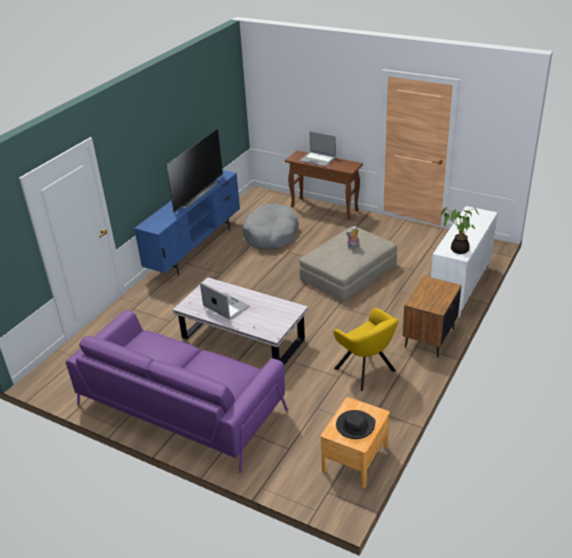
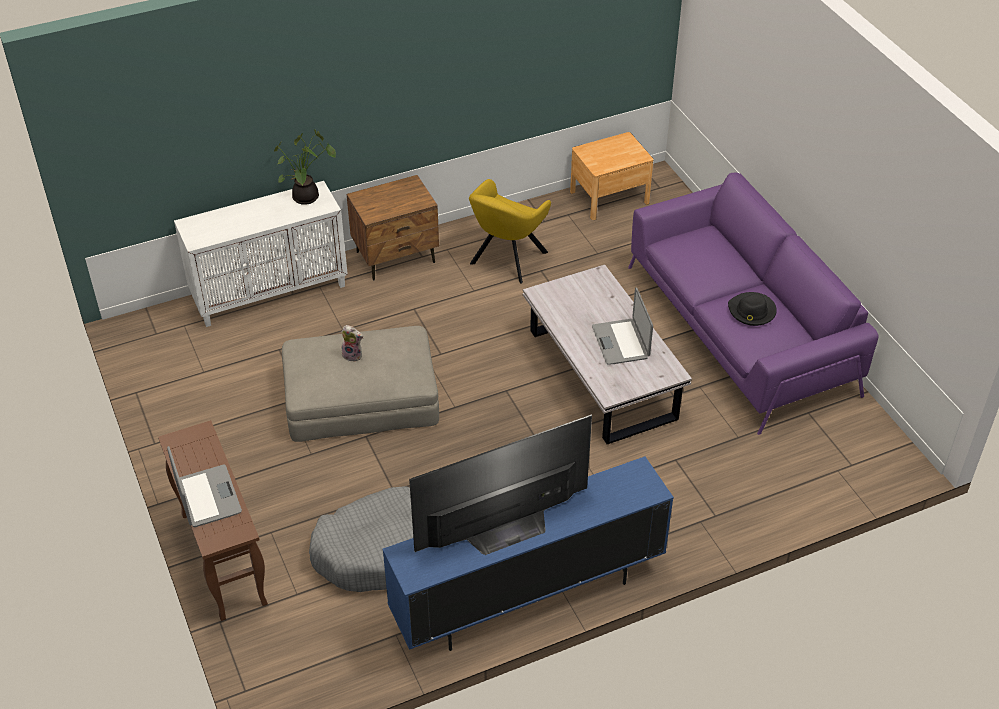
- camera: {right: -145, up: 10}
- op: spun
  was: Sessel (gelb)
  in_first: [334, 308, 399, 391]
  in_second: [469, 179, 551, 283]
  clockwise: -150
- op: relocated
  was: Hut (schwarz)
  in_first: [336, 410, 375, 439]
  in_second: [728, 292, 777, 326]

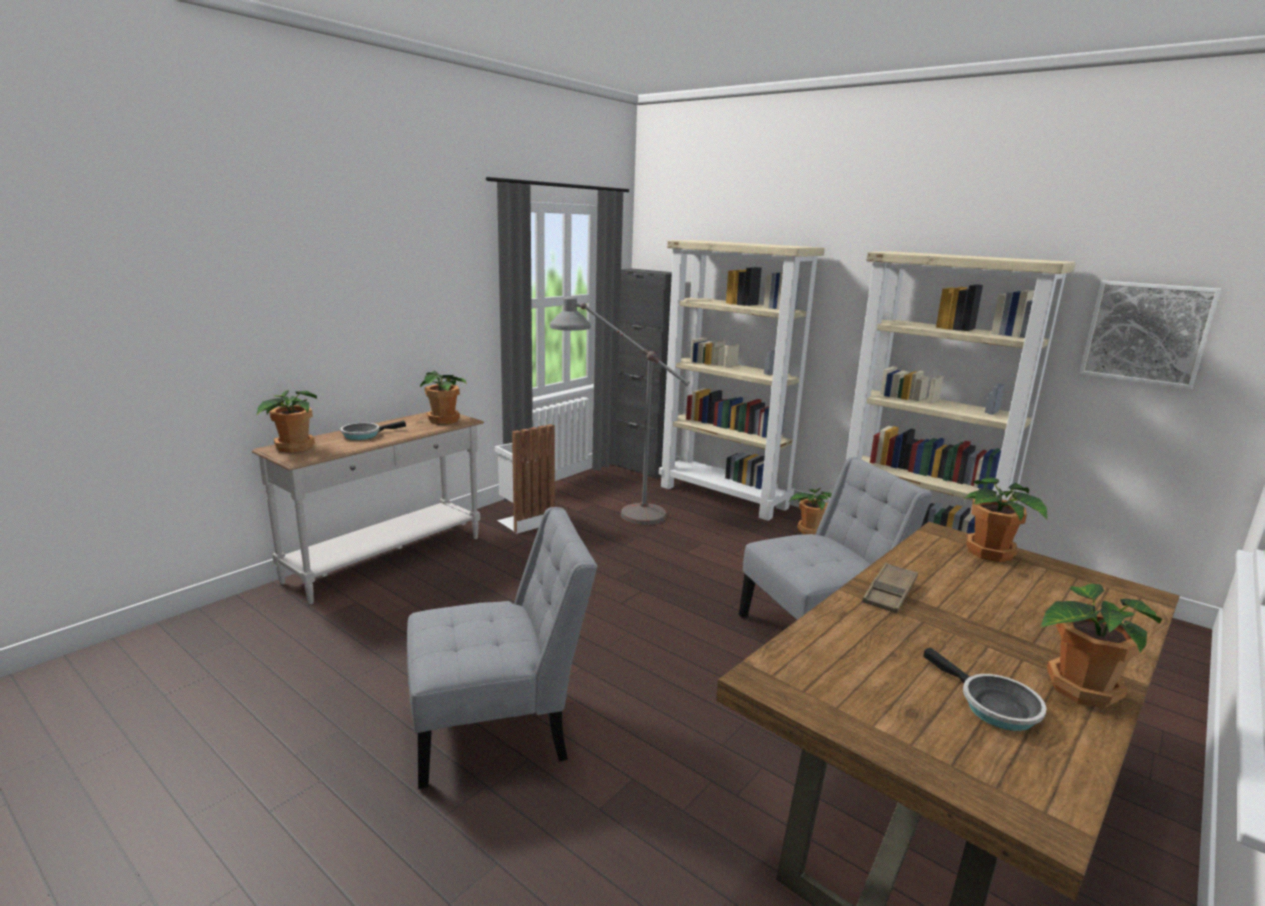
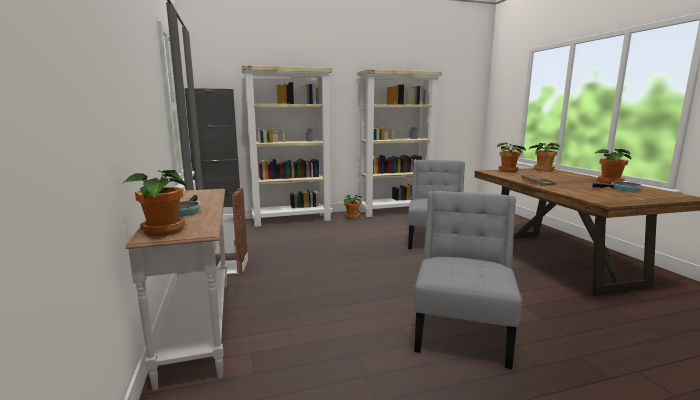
- camera: {right: -55, up: -5}
- op: relocated
  was: Topfpflanze
  in_first: [420, 371, 467, 425]
  in_second: [528, 143, 560, 172]
- op: missing
  was: Stehlampe (grau)
  in_first: [550, 296, 690, 525]
- op: missing
  was: Bild
  in_first: [1080, 281, 1221, 389]

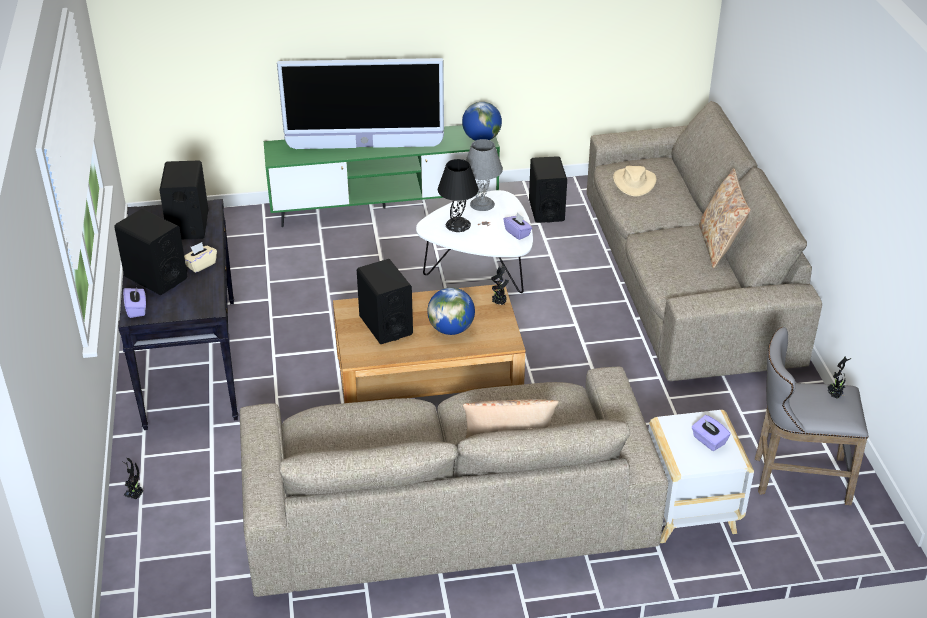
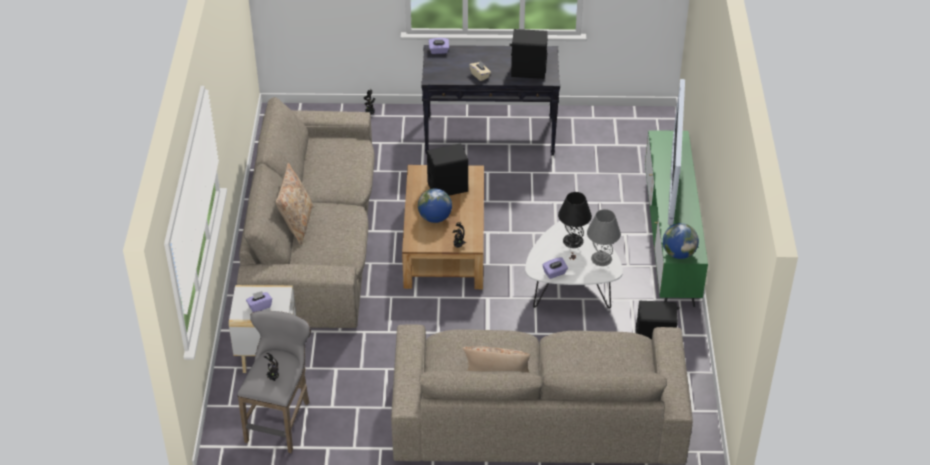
- camera: {right: 100, up: 5}
- op: missing
  was: Lautsprecher (schwarz)
  in_first: [114, 209, 187, 295]
- op: missing
  was: Hut (beige)
  in_first: [613, 166, 657, 196]

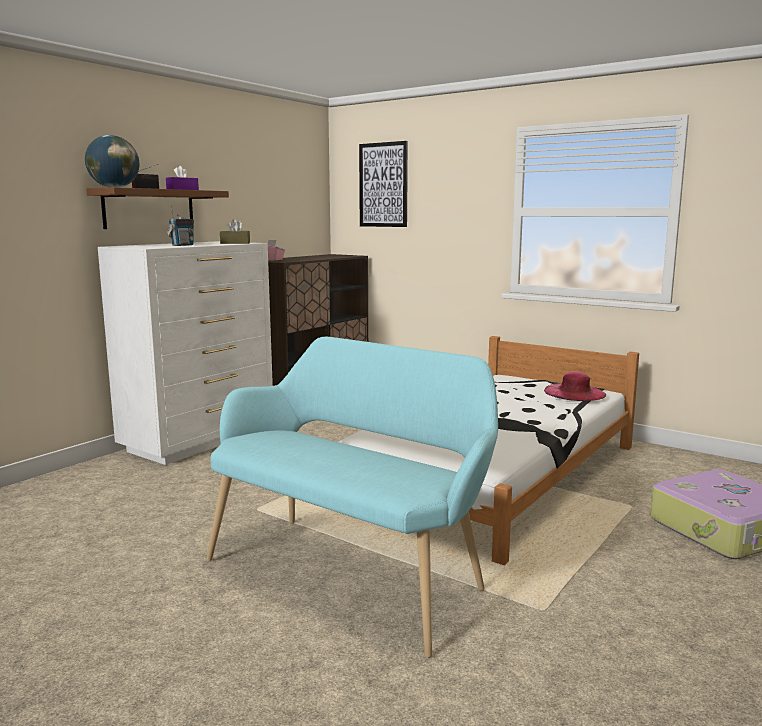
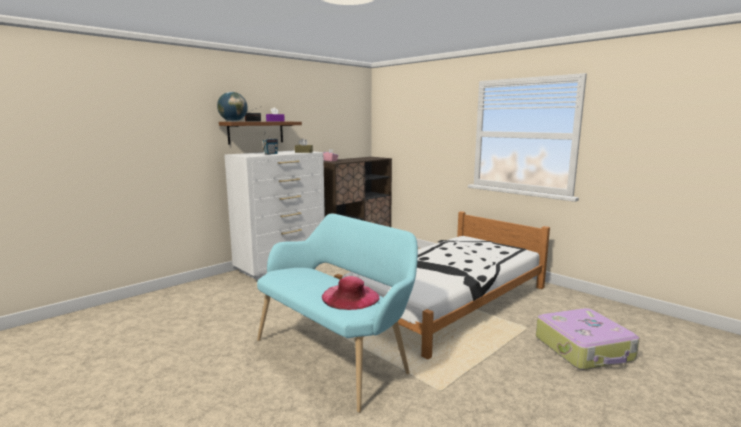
- camera: {right: 10, up: 0}
- op: missing
  was: Bild
  in_first: [359, 141, 408, 227]
- op: relocated
  was: Hut (rosa)
  in_first: [544, 371, 606, 401]
  in_second: [322, 276, 380, 310]

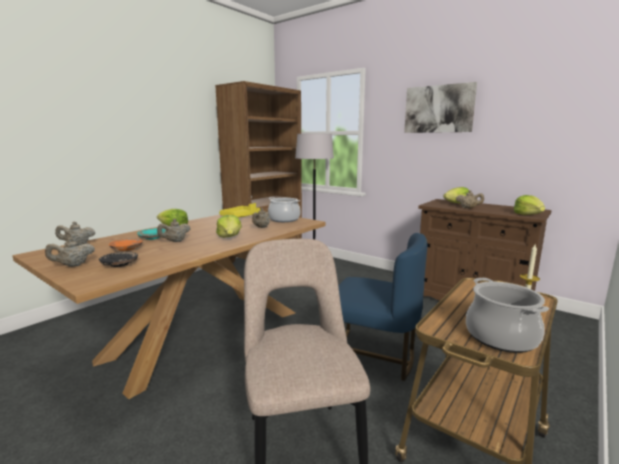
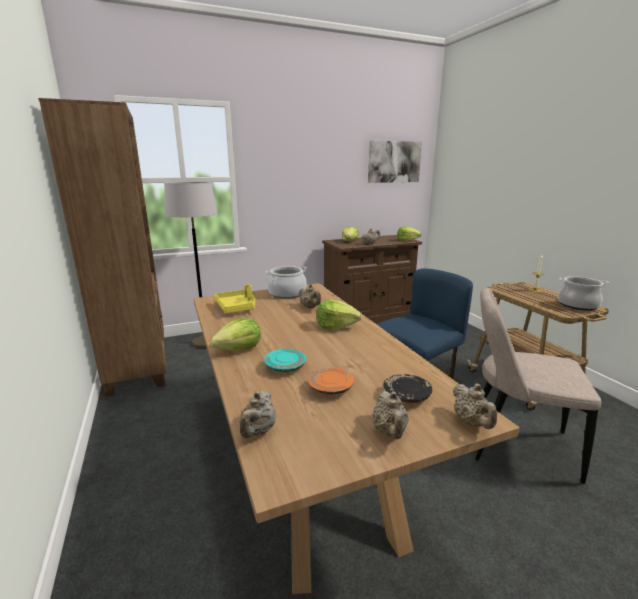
- camera: {right: -60, up: 5}
- op: relocated
  was: Teekanne (beige)
  in_first: [157, 219, 191, 242]
  in_second: [453, 383, 497, 429]
- op: relocated
  was: Bild
  in_first: [404, 82, 477, 133]
  in_second: [368, 141, 422, 183]

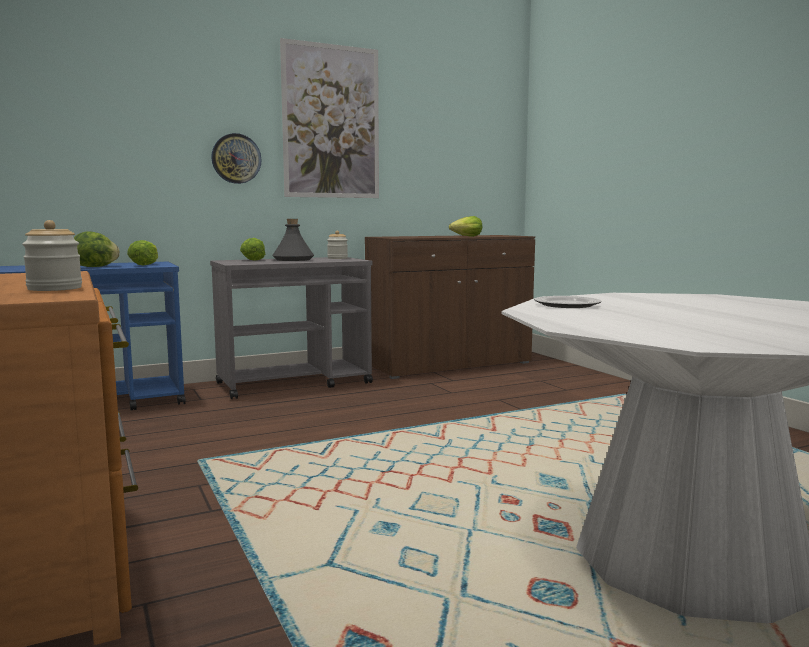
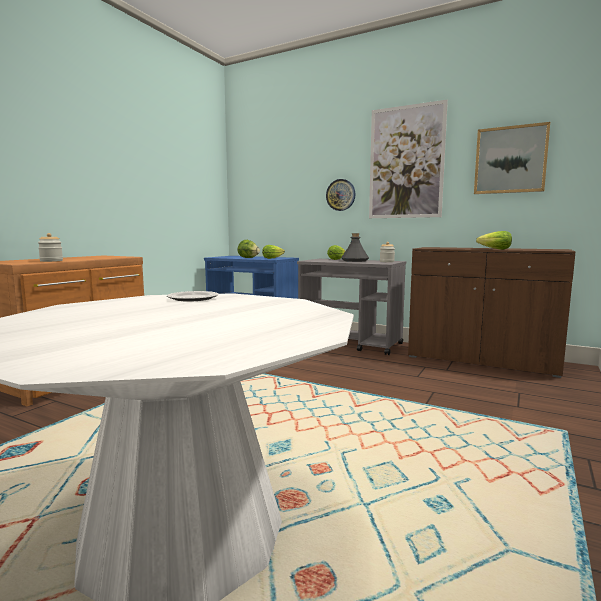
- camera: {right: 55, up: 0}
- op: appeared
  now: Bild
  in_second: [474, 122, 550, 194]

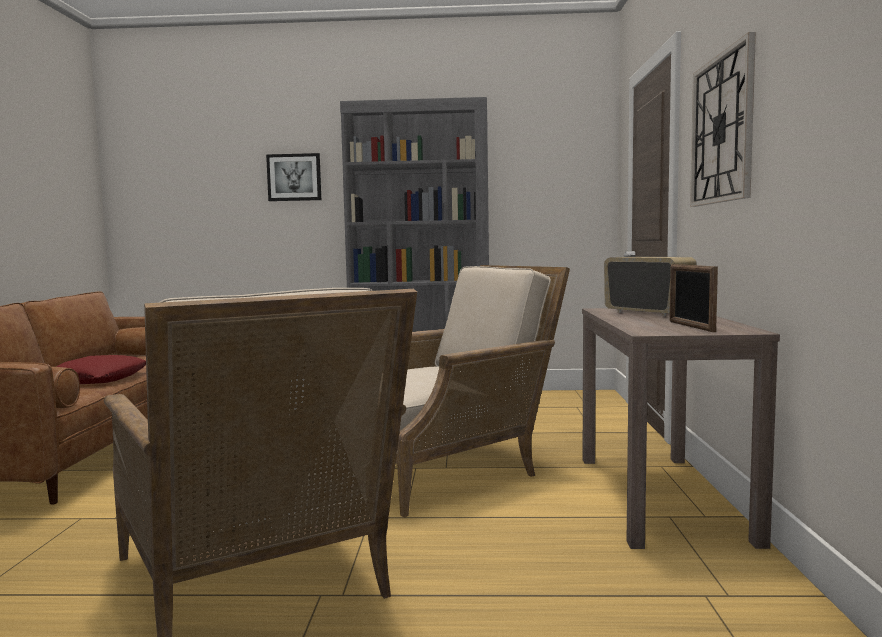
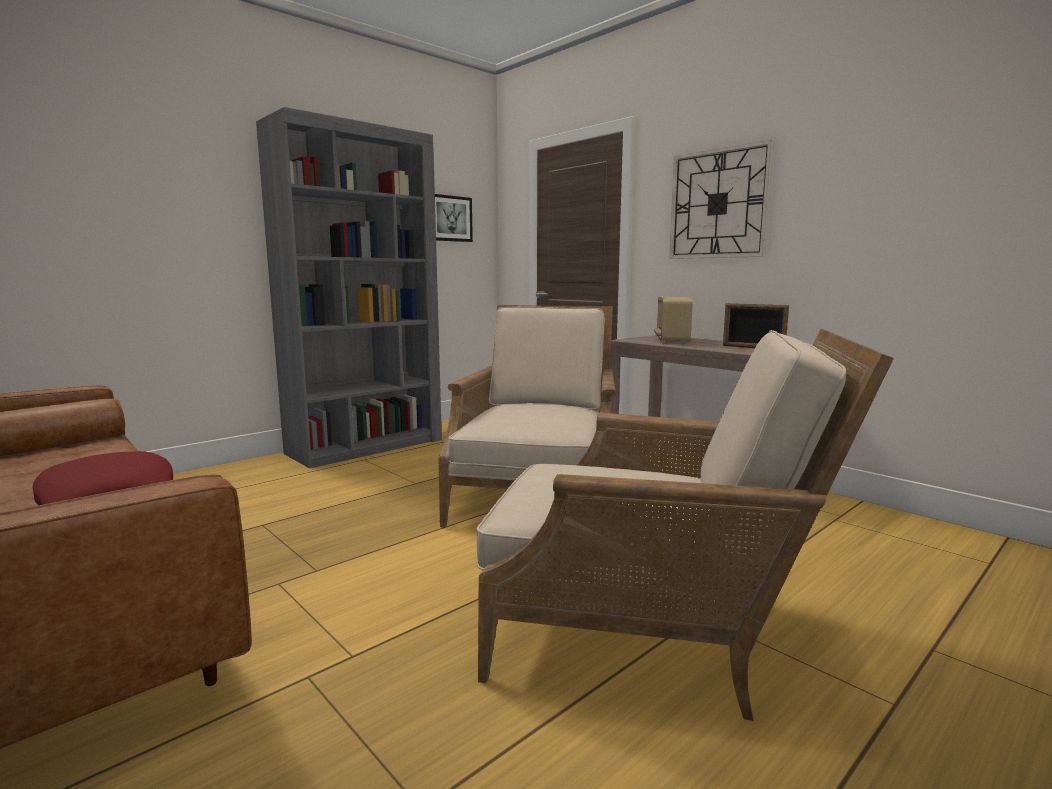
- camera: {right: -45, up: 5}
- op: relocated
  was: Bild
  in_first: [266, 153, 321, 201]
  in_second: [435, 194, 473, 242]
- op: spun
  was: Radio
  in_first: [604, 257, 697, 316]
  in_second: [654, 297, 693, 344]
  clockwise: -90

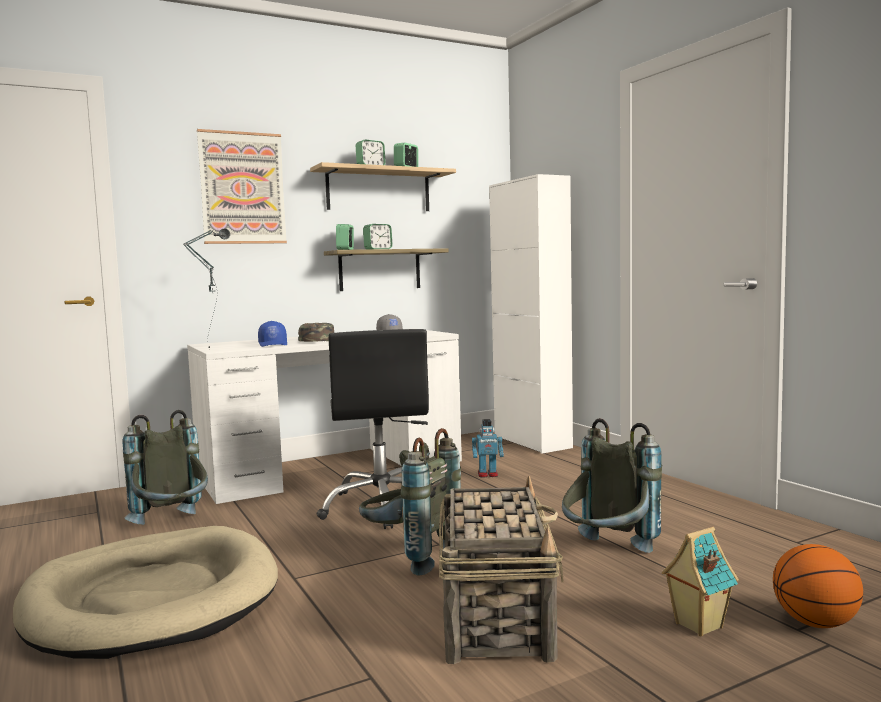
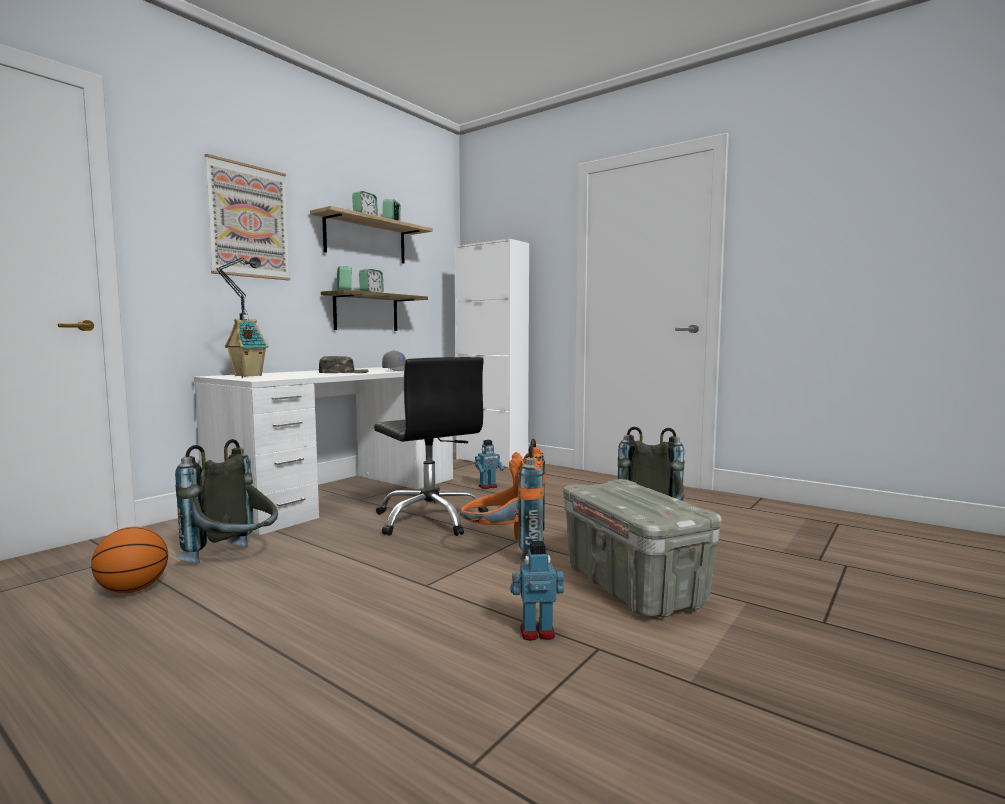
- camera: {right: -25, up: 0}
- op: missing
  was: Hundebett (beige)
  in_first: [13, 526, 278, 659]
- op: missing
  was: Kappe (blau)
  in_first: [258, 321, 287, 347]
- op: colour
  was: Rucksack (grau)
  now: Rucksack (orange)
  in_first: [359, 428, 461, 576]
  in_second: [460, 439, 546, 564]
- op: exchanged
  was: Korb
  now: Aufbewahrungsbox (grau)
  in_first: [439, 476, 564, 664]
  in_second: [563, 479, 721, 618]
- op: relocated
  was: Spielzeughaus
  in_first: [661, 527, 739, 637]
  in_second: [225, 319, 269, 377]
- op: relocated
  was: Basketball
  in_first: [773, 544, 863, 628]
  in_second: [91, 527, 168, 593]
- op: appeared
  now: Spielzeugroboter
  in_second: [510, 541, 564, 641]

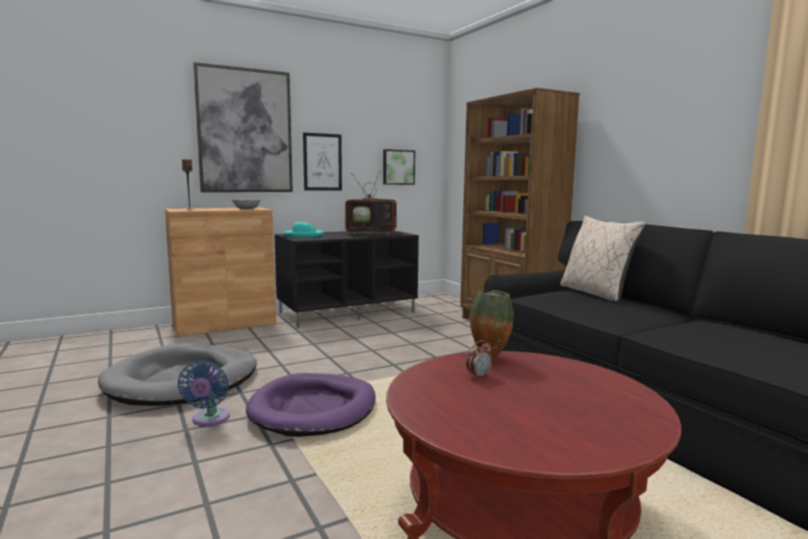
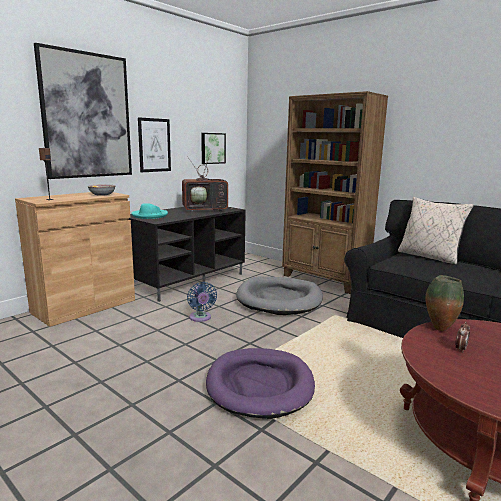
- camera: {right: -20, up: 5}
- op: relocated
  was: Hundebett (grau)
  in_first: [98, 343, 257, 406]
  in_second: [236, 276, 323, 315]
- op: relocated
  was: Ventilator (blau)
  in_first: [178, 361, 230, 426]
  in_second: [187, 282, 217, 322]

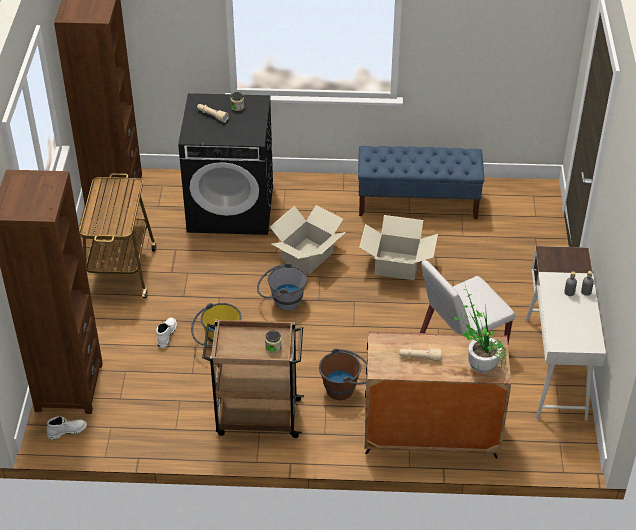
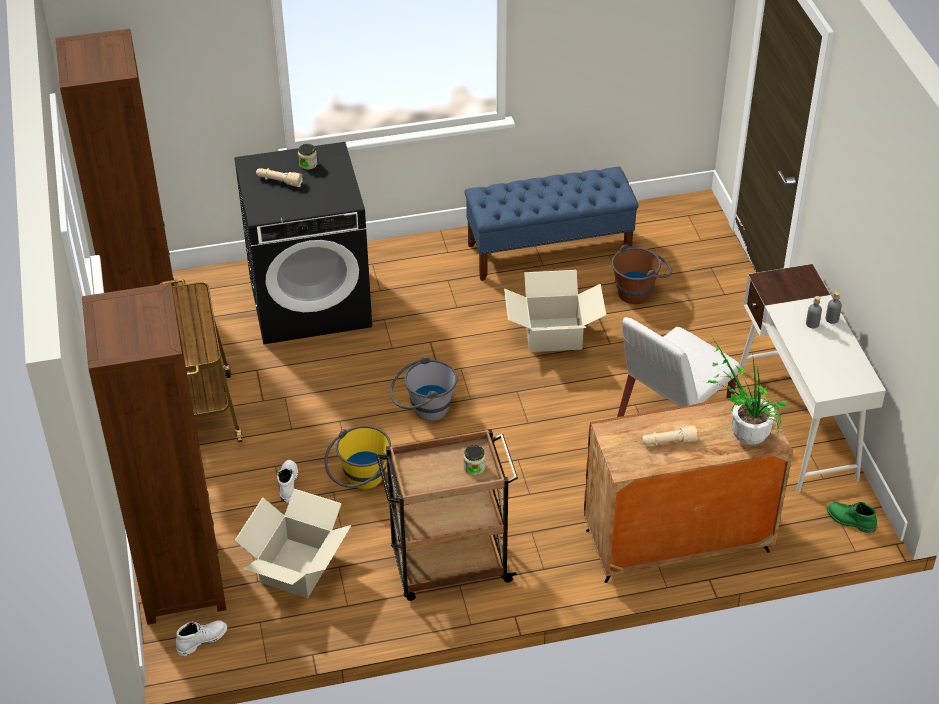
- camera: {right: -15, up: 0}
- op: relocated
  was: Karton
  in_first: [270, 205, 346, 274]
  in_second: [234, 489, 351, 598]
- op: relocated
  was: Eimer (braun)
  in_first: [319, 348, 367, 400]
  in_second: [612, 245, 672, 304]
- op: appeared
  now: Stiefel (grün)
  in_second: [827, 502, 877, 533]

